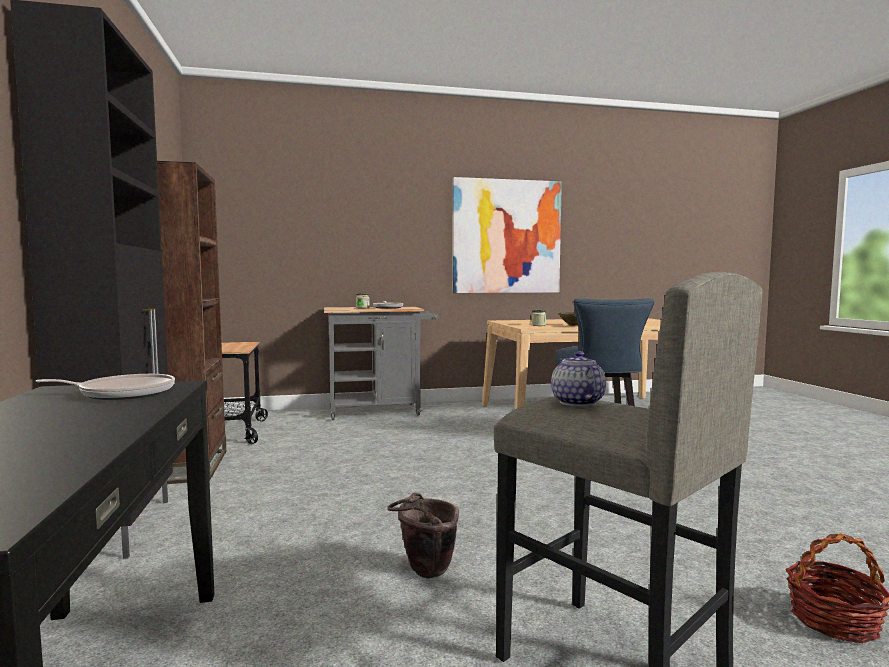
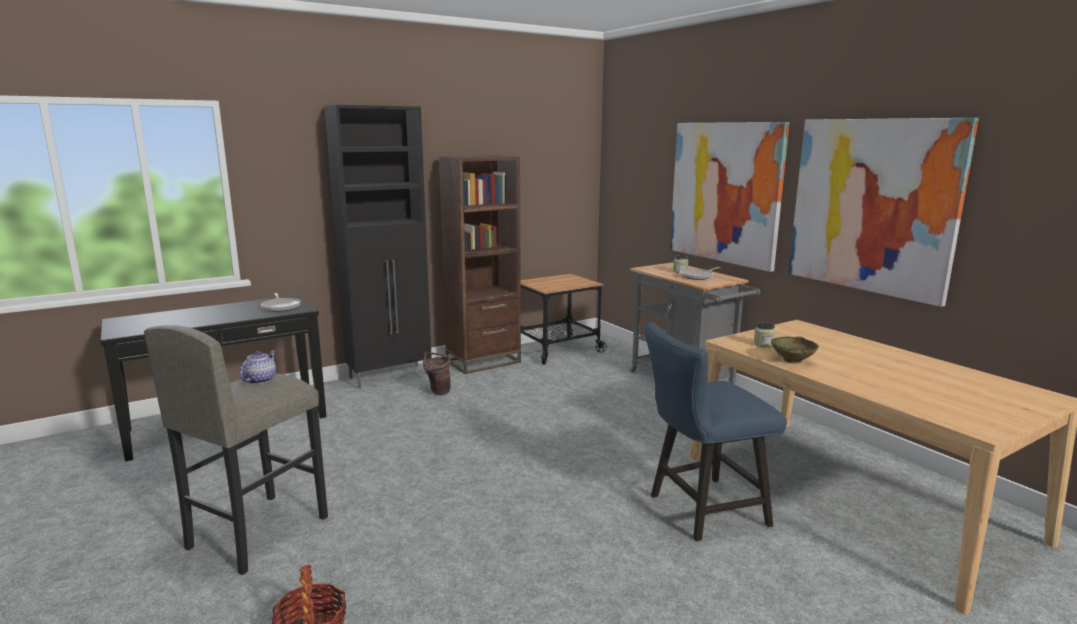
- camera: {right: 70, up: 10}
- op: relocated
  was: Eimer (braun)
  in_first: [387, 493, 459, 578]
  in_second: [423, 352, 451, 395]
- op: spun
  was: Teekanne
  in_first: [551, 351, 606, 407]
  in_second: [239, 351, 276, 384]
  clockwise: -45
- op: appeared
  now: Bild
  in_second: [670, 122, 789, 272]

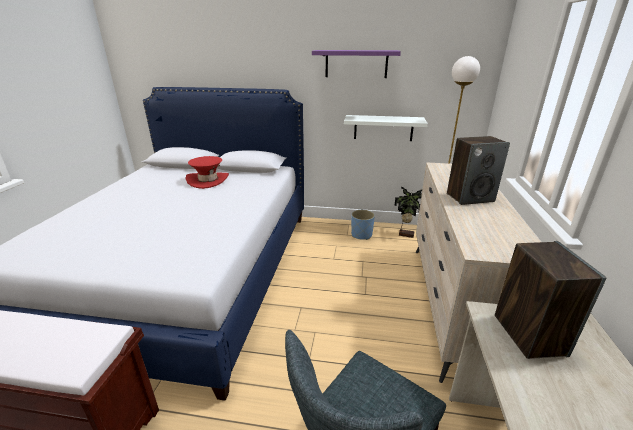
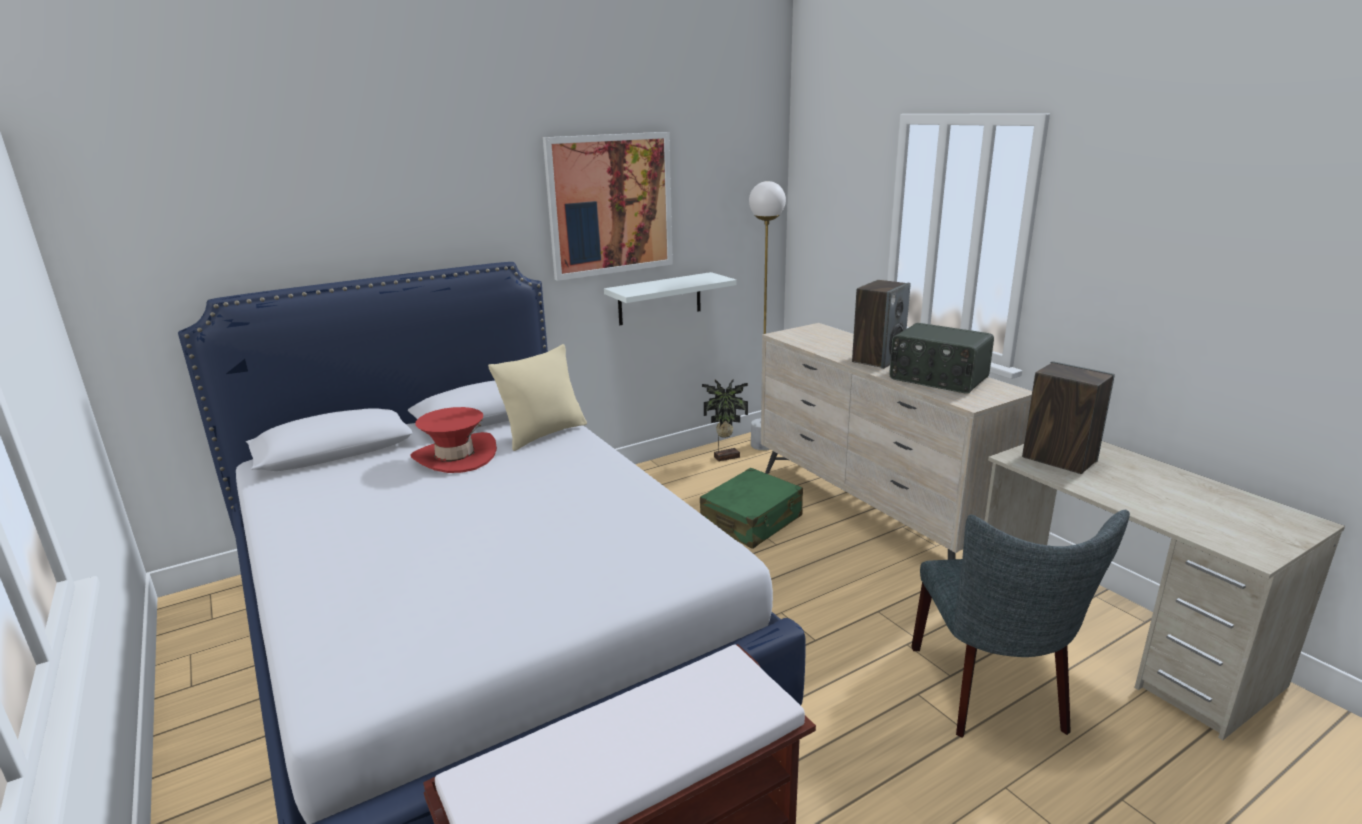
- camera: {right: -40, up: -5}
- op: exchanged
  was: Wandregal (lila)
  now: Bild
  in_first: [312, 50, 401, 78]
  in_second: [543, 132, 673, 281]
- op: missing
  was: Pflanzkübel (blau)
  in_first: [351, 210, 375, 240]
- op: appeared
  now: Kissen (beige)
  in_second: [488, 344, 587, 451]
- op: appeared
  now: Koffer (grün)
  in_second: [700, 468, 803, 549]
- op: appeared
  now: Radio
  in_second: [889, 323, 994, 394]

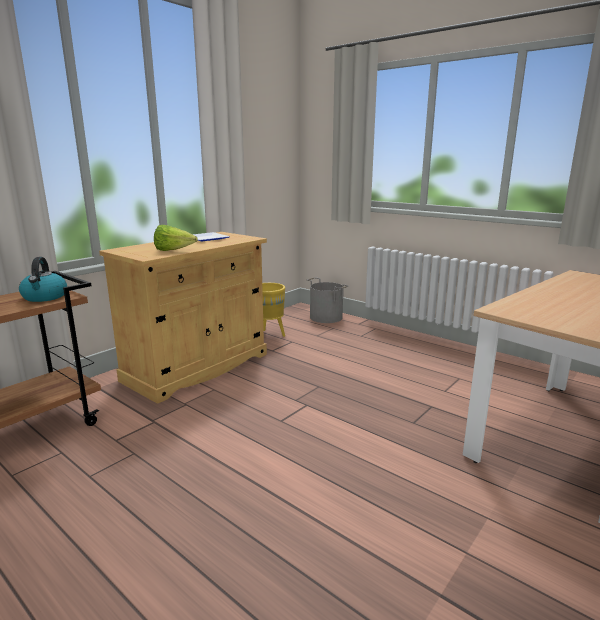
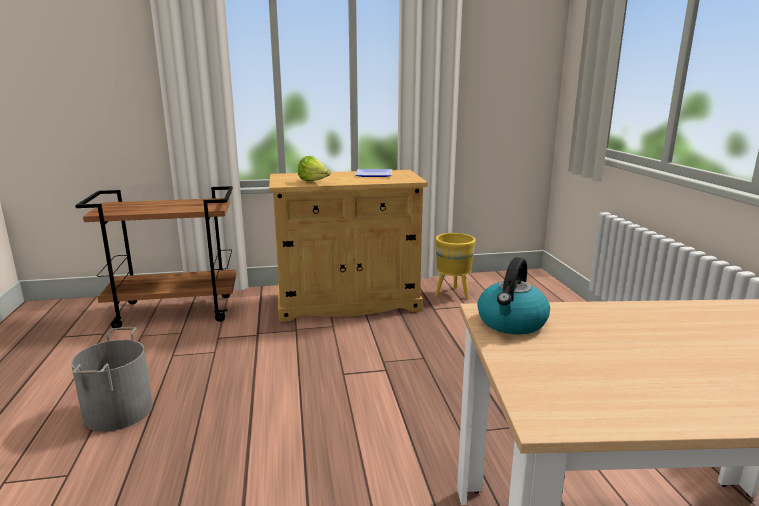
- camera: {right: 40, up: 0}
- op: relocated
  was: Wasserkessel
  in_first: [19, 257, 67, 302]
  in_second: [477, 257, 550, 335]
- op: relocated
  was: Eimer (grau)
  in_first: [307, 277, 348, 323]
  in_second: [71, 327, 153, 431]

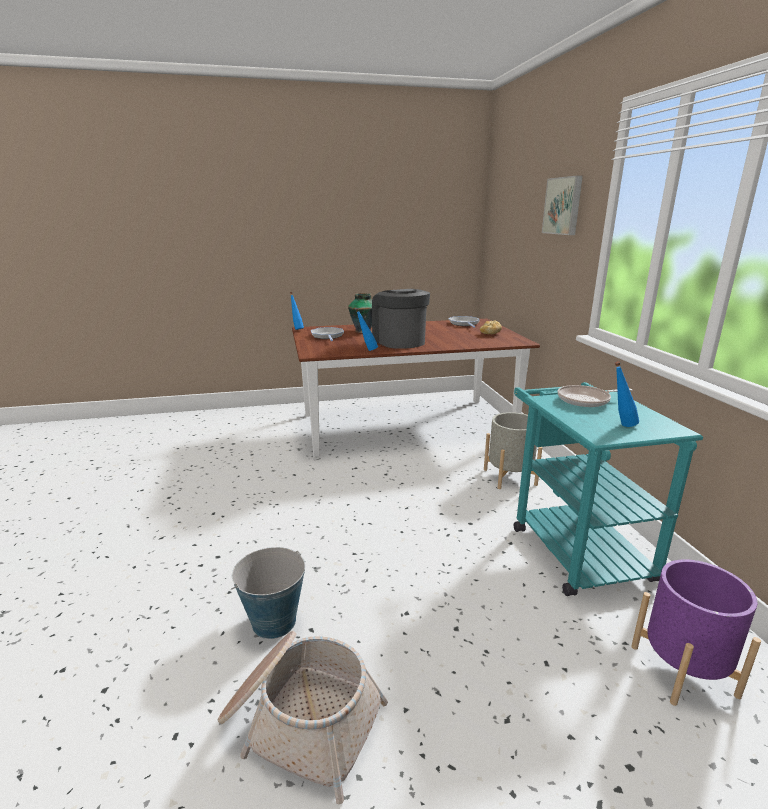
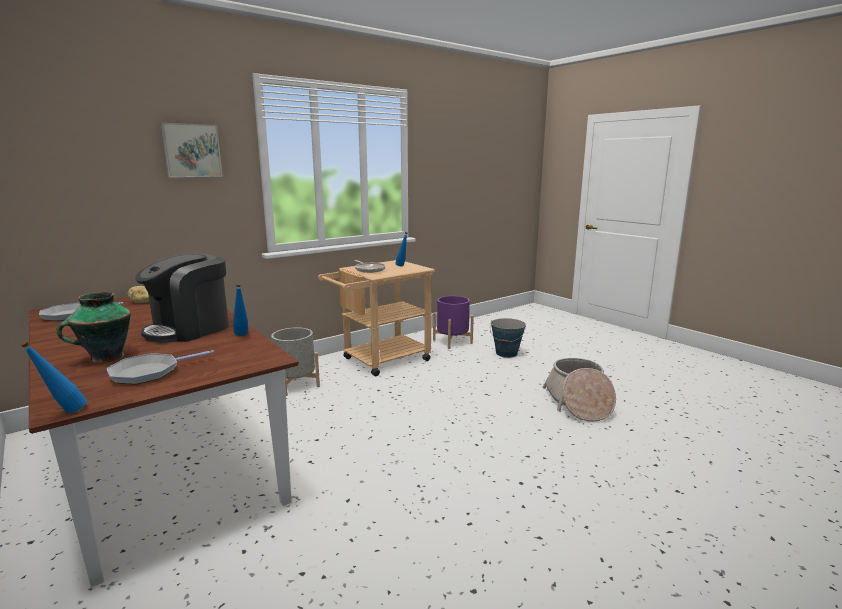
- camera: {right: -115, up: -5}
- op: relocated
  was: Eimer
  in_first: [231, 547, 305, 639]
  in_second: [490, 318, 526, 358]
- op: colour
  was: Rollwagen (türkis)
  now: Rollwagen (beige)
  in_first: [514, 382, 703, 596]
  in_second: [318, 260, 435, 376]

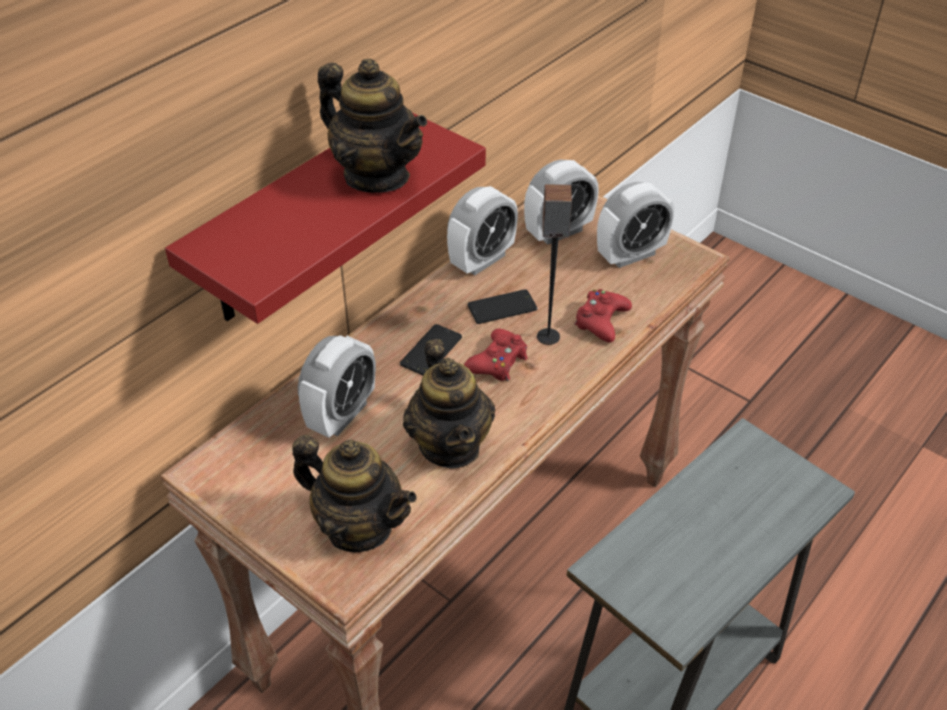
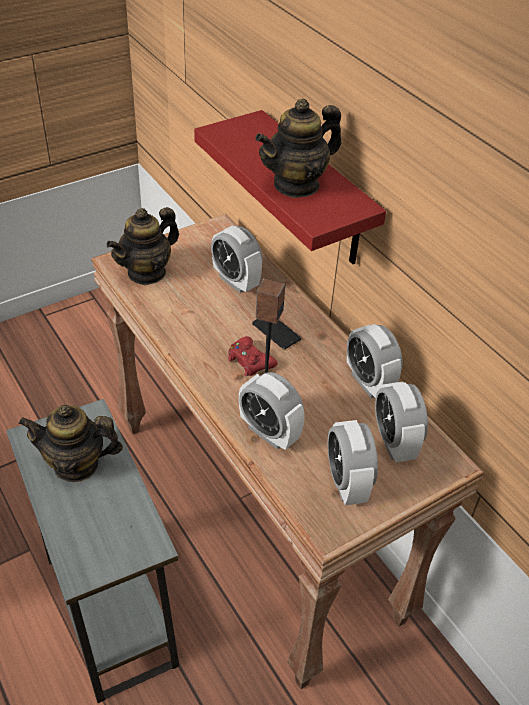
- camera: {right: 105, up: 0}
- op: relocated
  was: Teekanne
  in_first: [403, 339, 495, 469]
  in_second: [19, 405, 123, 482]
- op: missing
  was: Handy
  in_first: [468, 289, 537, 324]
- op: exchanged
  was: Gamepad (rot)
  now: Wecker
  in_first: [575, 289, 632, 343]
  in_second: [239, 372, 305, 450]

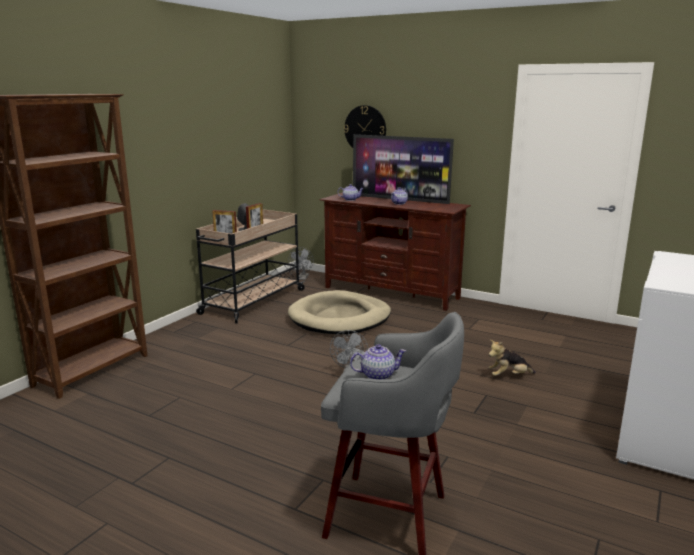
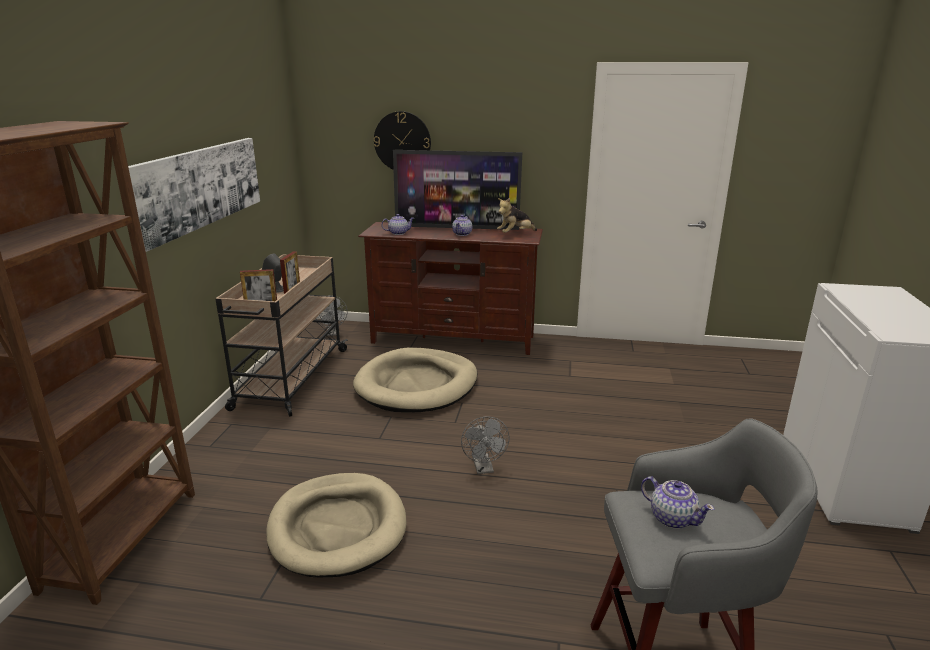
- camera: {right: -20, up: 5}
- op: spun
  was: Teekanne
  in_first: [350, 344, 406, 379]
  in_second: [641, 476, 714, 529]
  clockwise: 75
- op: relocated
  was: Plüschtier
  in_first: [489, 340, 536, 376]
  in_second: [497, 198, 537, 233]
- op: appeared
  now: Bild
  in_second: [128, 138, 260, 252]
- op: appeared
  now: Hundebett (beige)
  in_second: [266, 473, 407, 577]

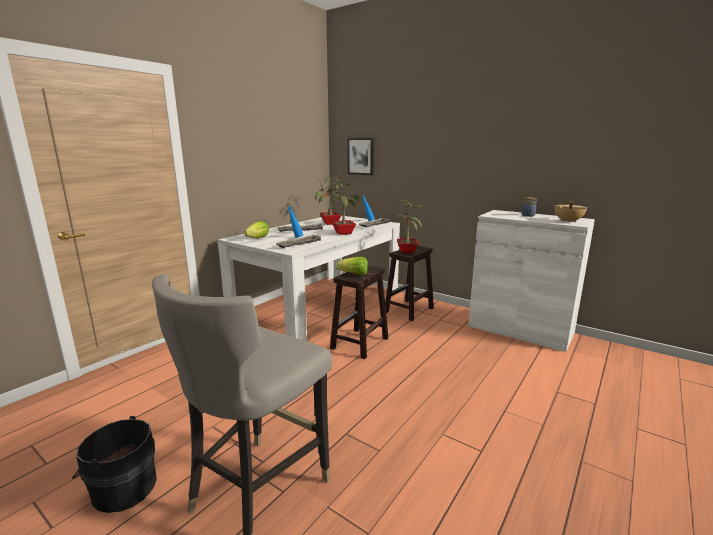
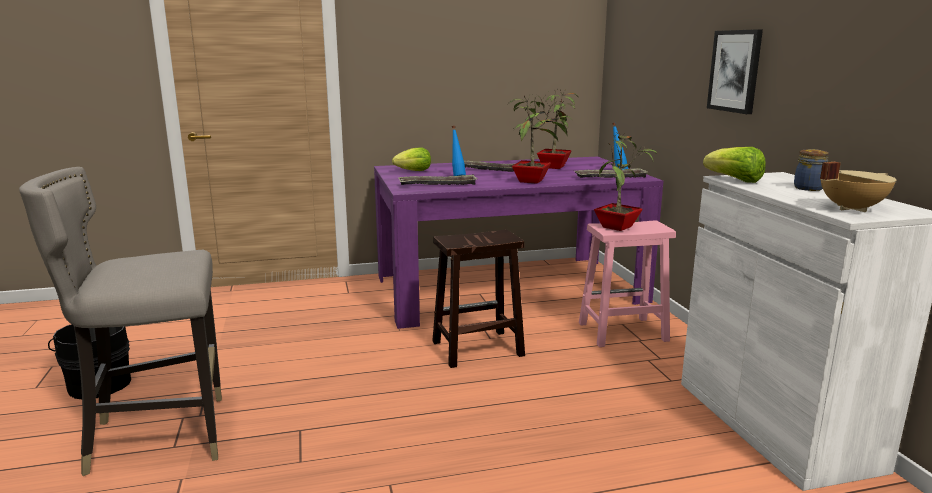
- camera: {right: 40, up: 0}
- op: colour
  was: Esstisch (weiß)
  now: Esstisch (lila)
  in_first: [218, 216, 400, 341]
  in_second: [374, 157, 663, 329]
- op: relocated
  was: Salatkopf
  in_first: [336, 257, 368, 275]
  in_second: [703, 147, 766, 183]
- op: relocated
  was: Bild
  in_first: [347, 138, 374, 175]
  in_second: [707, 29, 763, 114]
- op: colour
  was: Hocker (braun)
  now: Hocker (rosa)
  in_first: [385, 246, 434, 321]
  in_second: [579, 220, 676, 347]

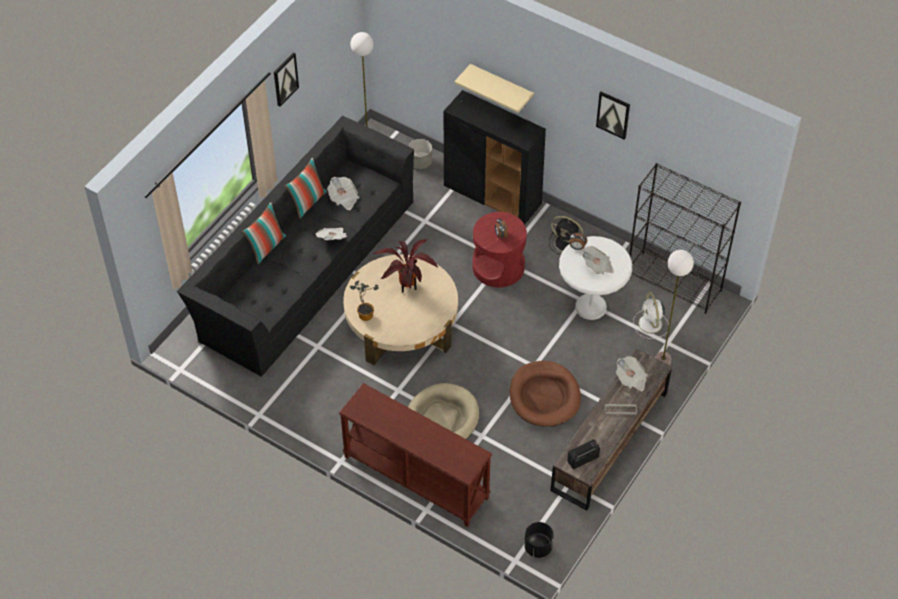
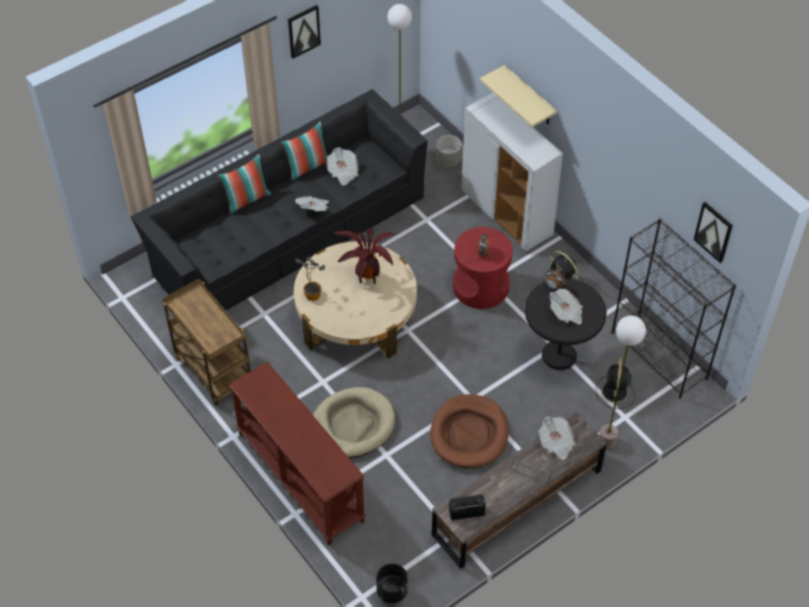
- camera: {right: 20, up: 0}
- op: colour
  was: Schrank (schwarz)
  now: Schrank (weiß)
  in_first: [444, 90, 546, 225]
  in_second: [461, 93, 563, 251]
- op: colour
  was: Beistelltisch (weiß)
  now: Beistelltisch (schwarz)
  in_first: [559, 236, 632, 320]
  in_second: [525, 278, 607, 370]
- op: relocated
  was: Bild
  in_first: [596, 92, 630, 140]
  in_second: [694, 202, 733, 263]
- op: colour
  was: Ventilator (weiß)
  now: Ventilator (schwarz)
  in_first: [633, 292, 669, 339]
  in_second: [596, 357, 635, 409]
- op: appeared
  now: Rollwagen (braun)
  in_second: [162, 279, 251, 406]

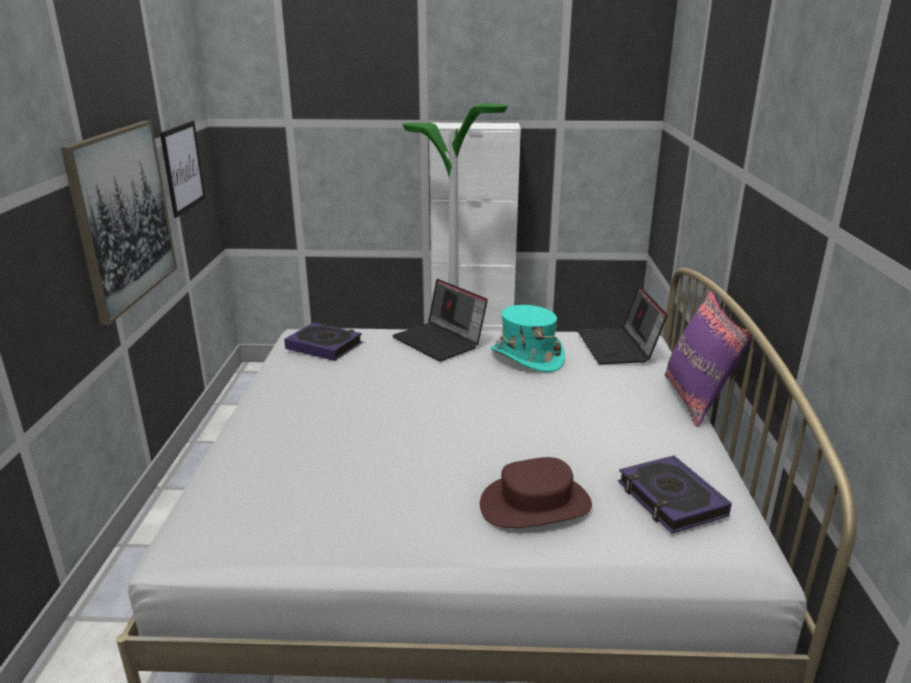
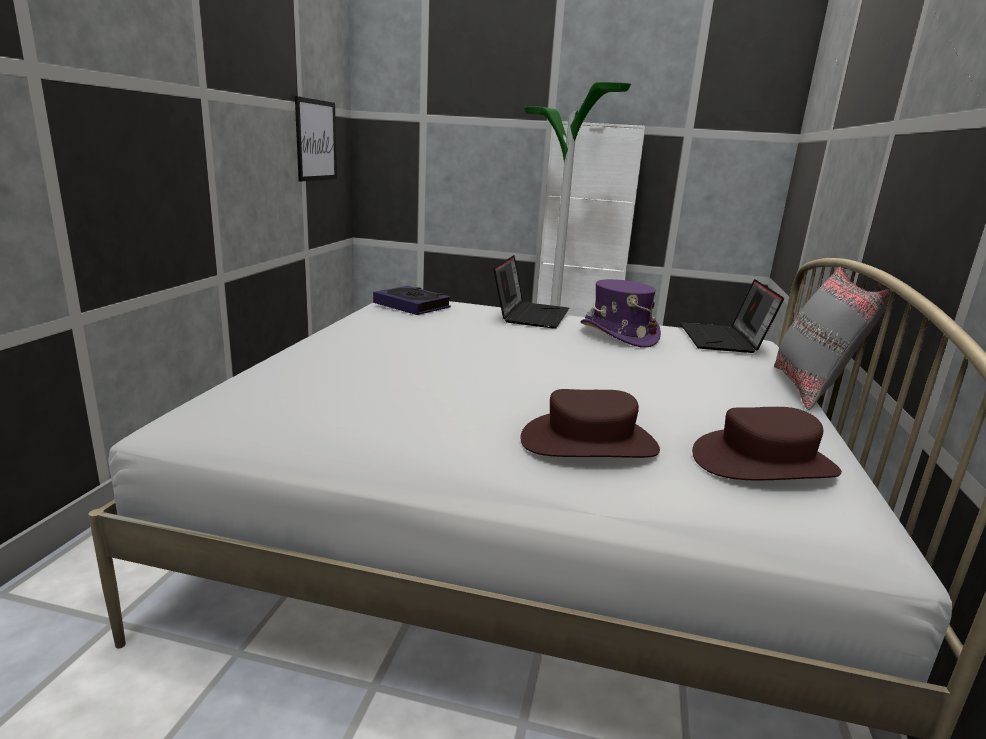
- camera: {right: 10, up: -5}
- op: missing
  was: Bild
  in_first: [61, 121, 177, 325]
- op: spun
  was: Laptop
  in_first: [392, 279, 488, 361]
  in_second: [493, 255, 569, 329]
  clockwise: -135
- op: colour
  was: Hut (türkis)
  now: Hut (lila)
  in_first: [491, 305, 565, 372]
  in_second: [580, 279, 661, 347]
- op: exchanged
  was: Buch
  now: Hut (braun)
  in_first: [618, 455, 732, 534]
  in_second: [692, 407, 842, 480]
- op: colour
  was: Kissen (lila)
  now: Kissen (grau)
  in_first: [665, 290, 752, 427]
  in_second: [774, 267, 892, 410]

